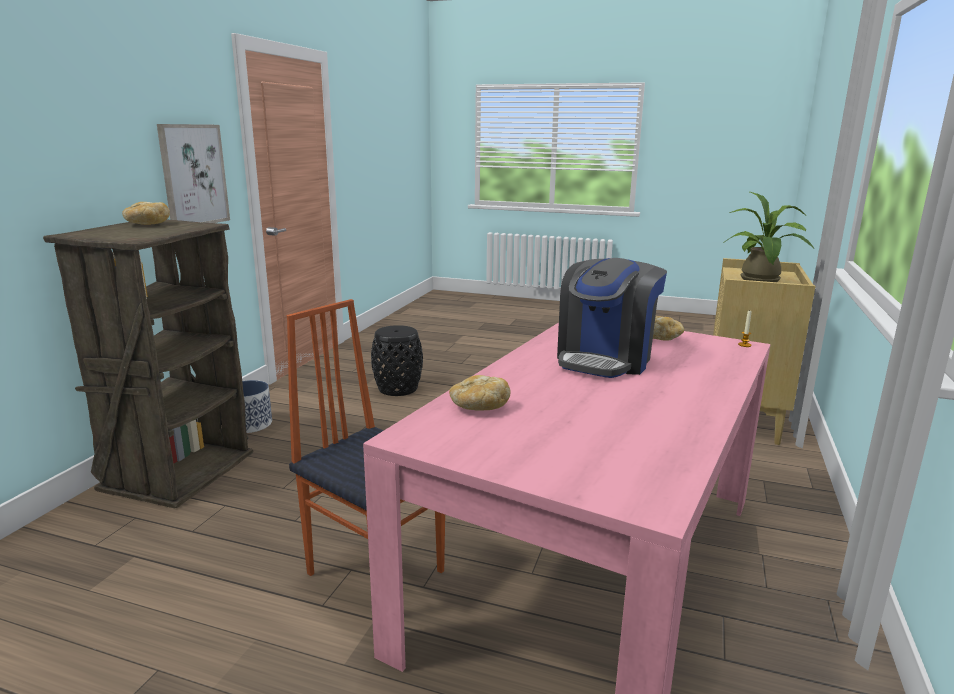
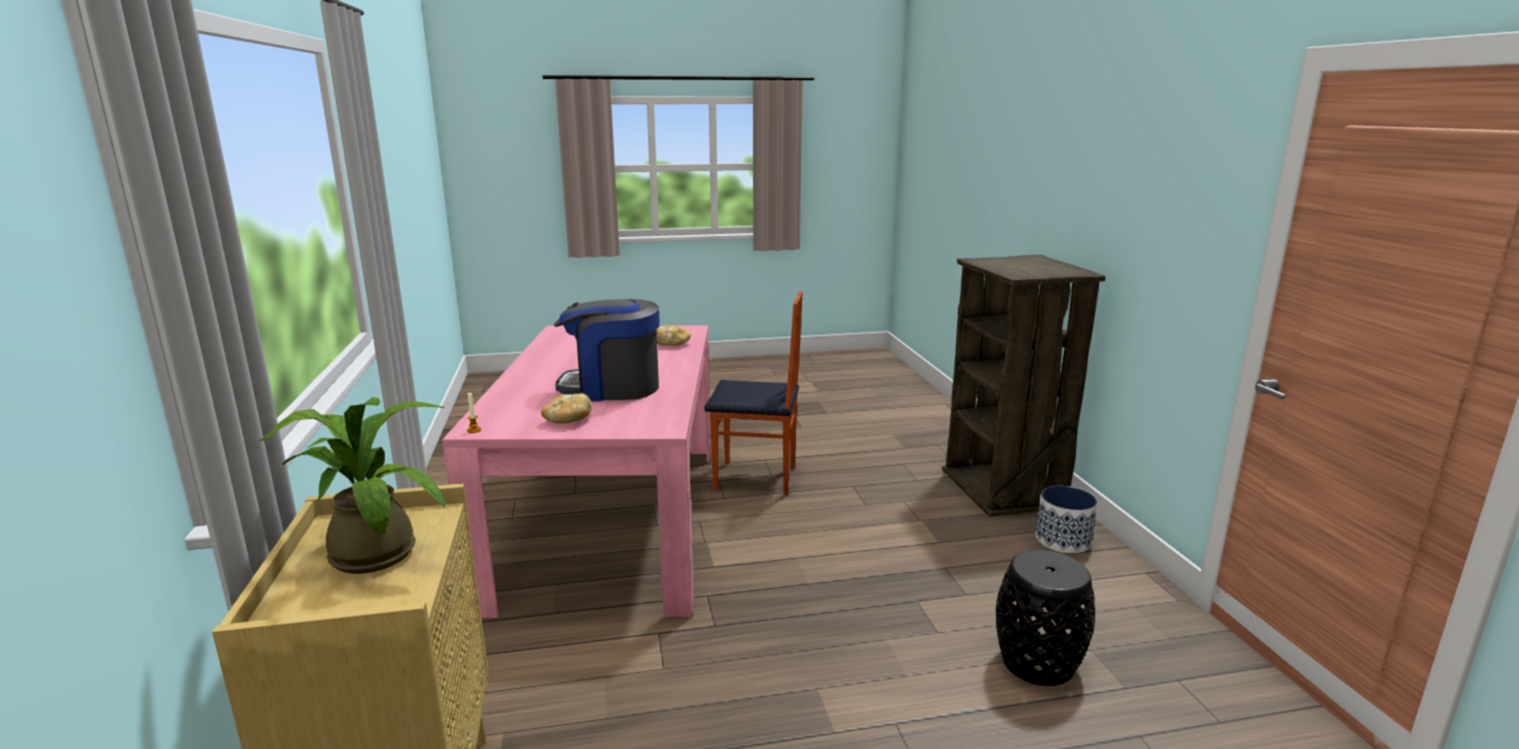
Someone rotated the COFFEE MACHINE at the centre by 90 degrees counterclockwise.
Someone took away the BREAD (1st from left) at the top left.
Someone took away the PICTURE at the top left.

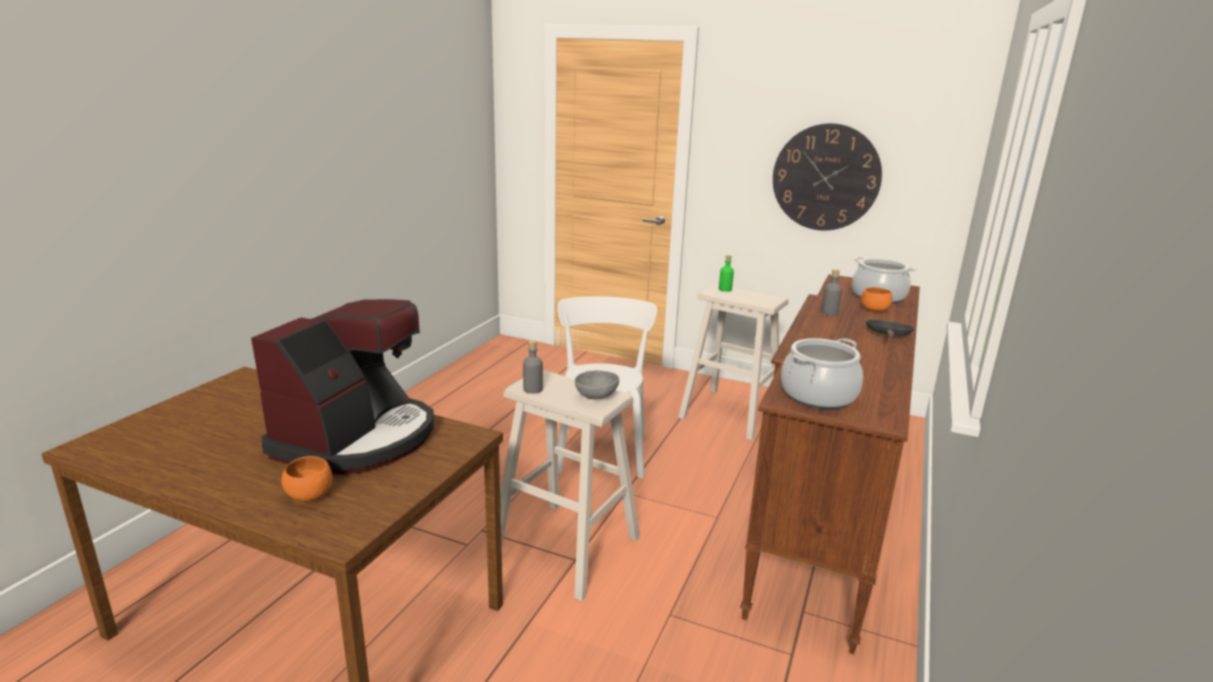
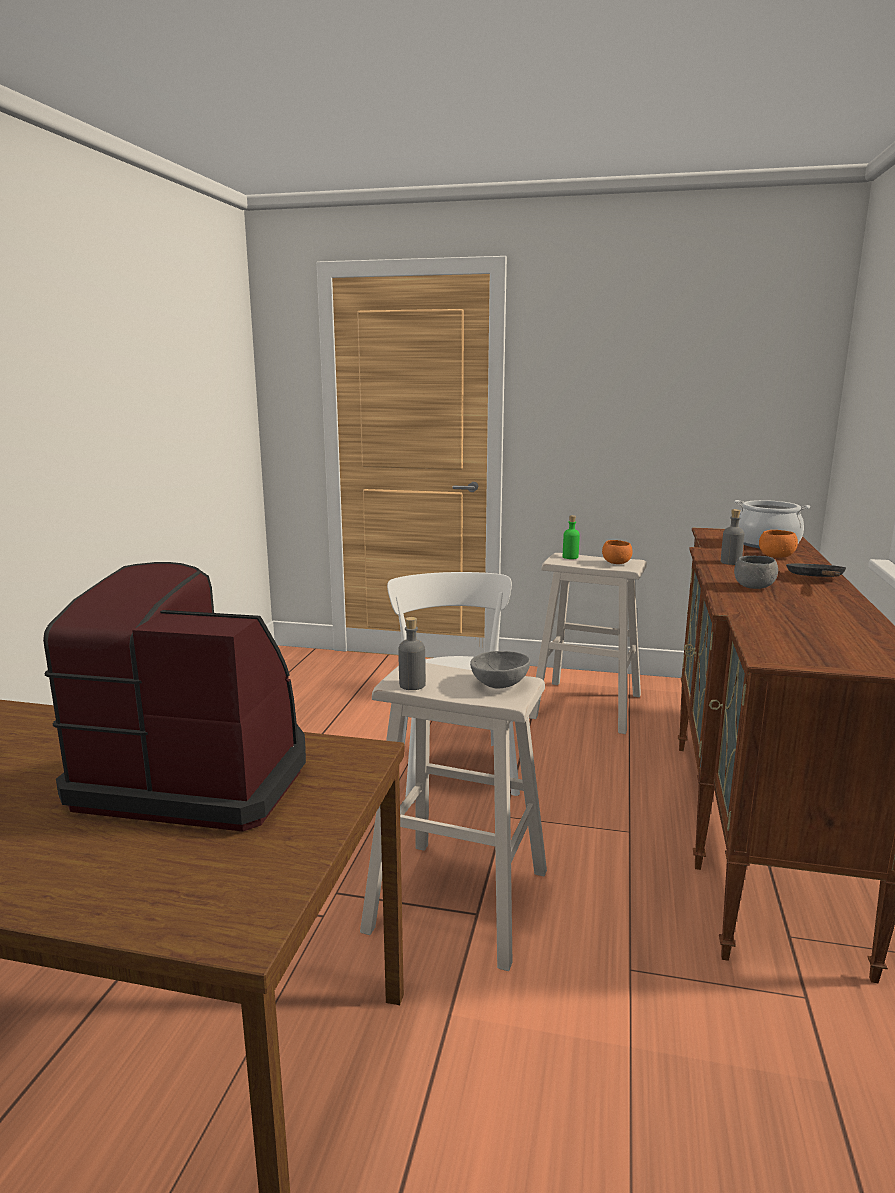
Someone rotated the COFFEE MACHINE at the middle left by 90 degrees counterclockwise.
Someone carried the ORANGE BOWL (1st from left) from the bottom left to the middle right.
Someone put down the GREY BOWL (2nd from left) at the middle right.
Someone took away the WALL CLOCK at the top right.
Someone took away the COOKING POT (1st from left) at the middle right.

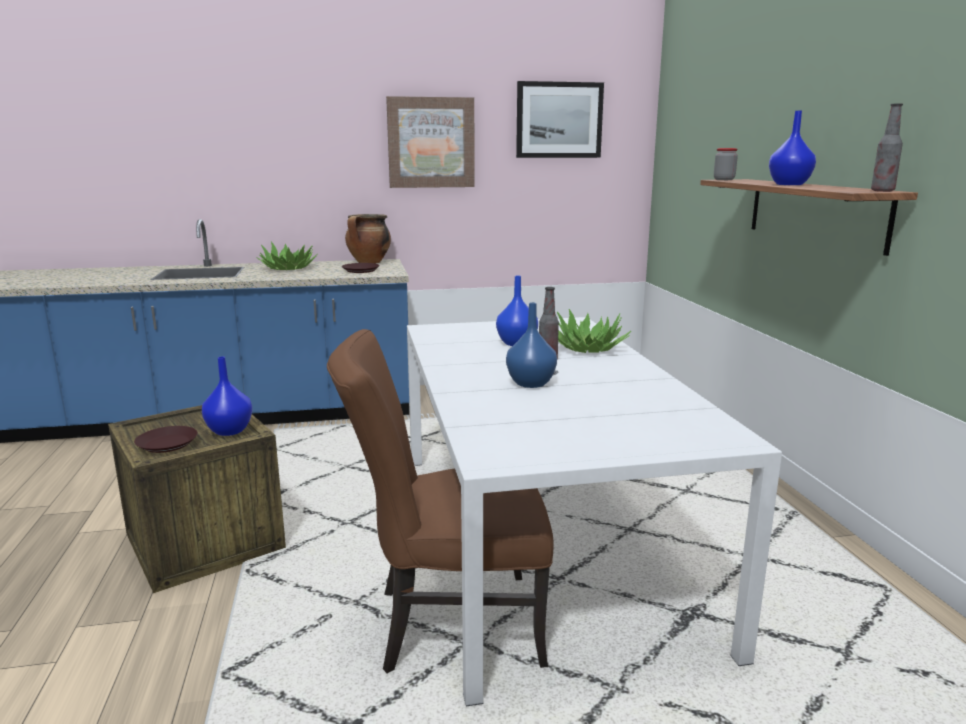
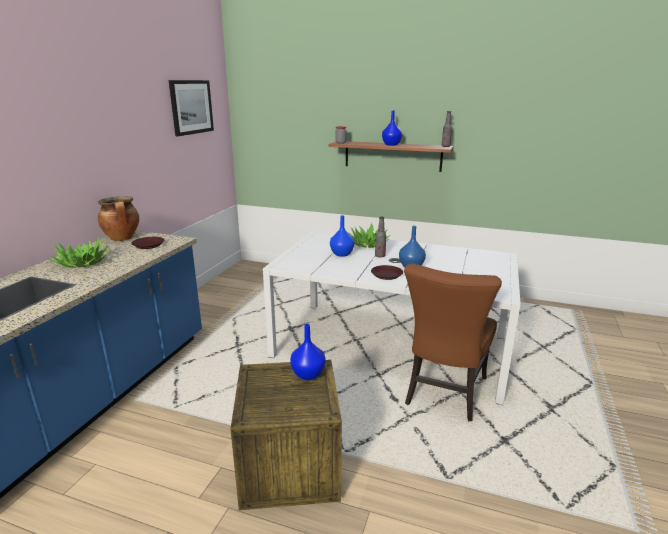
Someone carried the BROWN PLATE (1st from left in the first image) from the middle left to the centre.
Someone took away the PICTURE (1st from left) at the top centre.

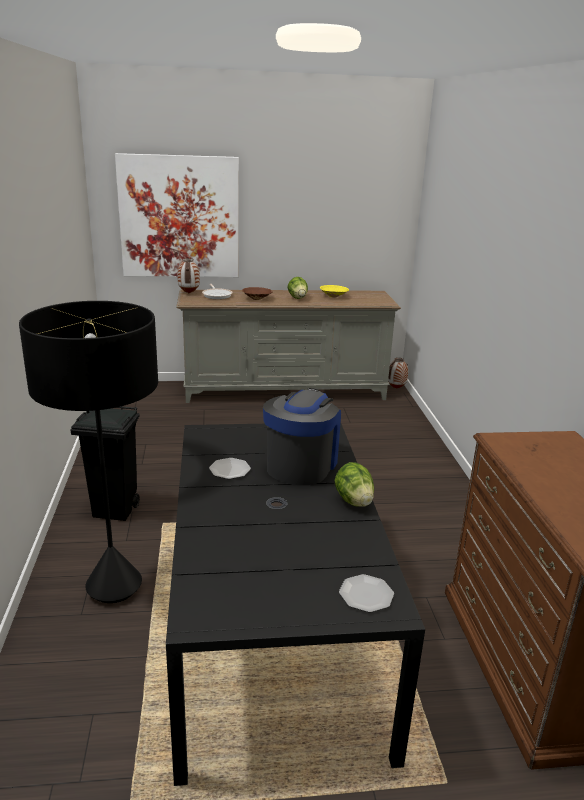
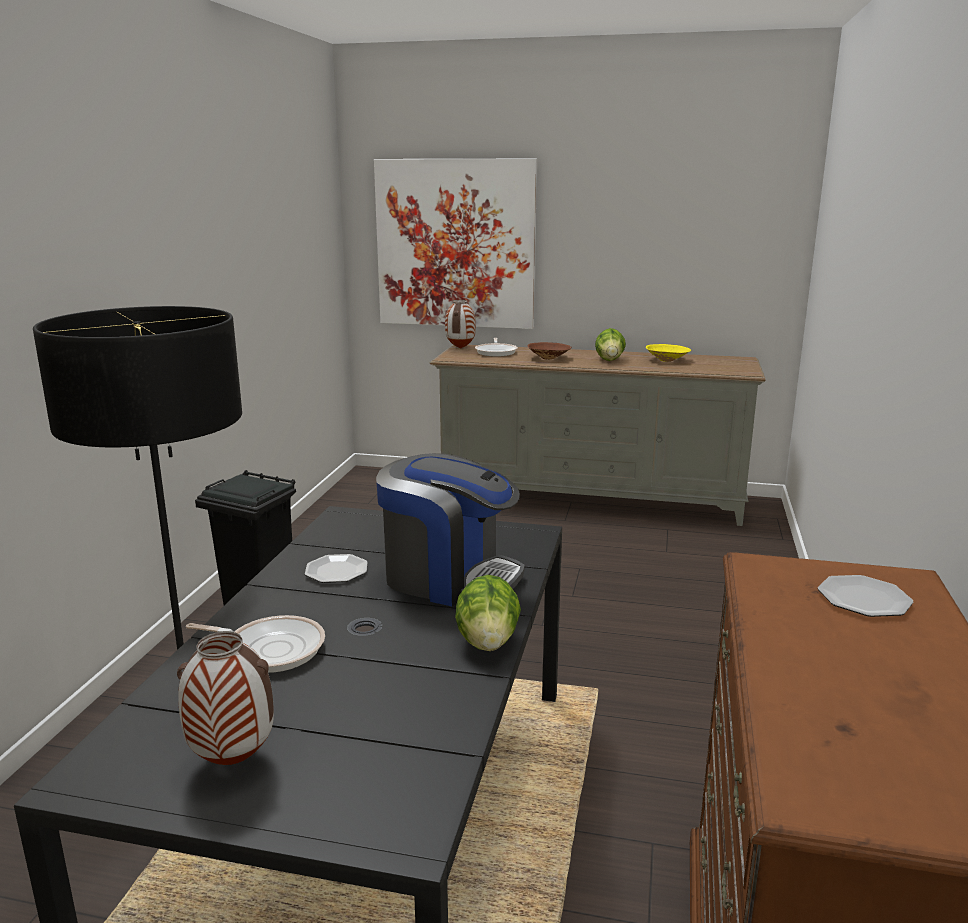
Someone carried the VASE (2nd from left in the first image) from the middle right to the bottom left.
Someone put down the FRYING PAN (1st from left) at the bottom left.
Someone rotated the COFFEE MACHINE at the centre by 75 degrees clockwise.
Someone carried the PLATE (2nd from left) from the bottom centre to the middle right.

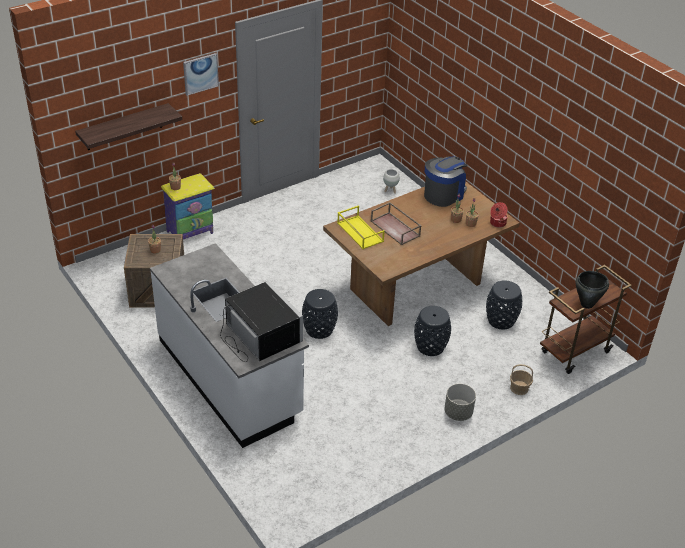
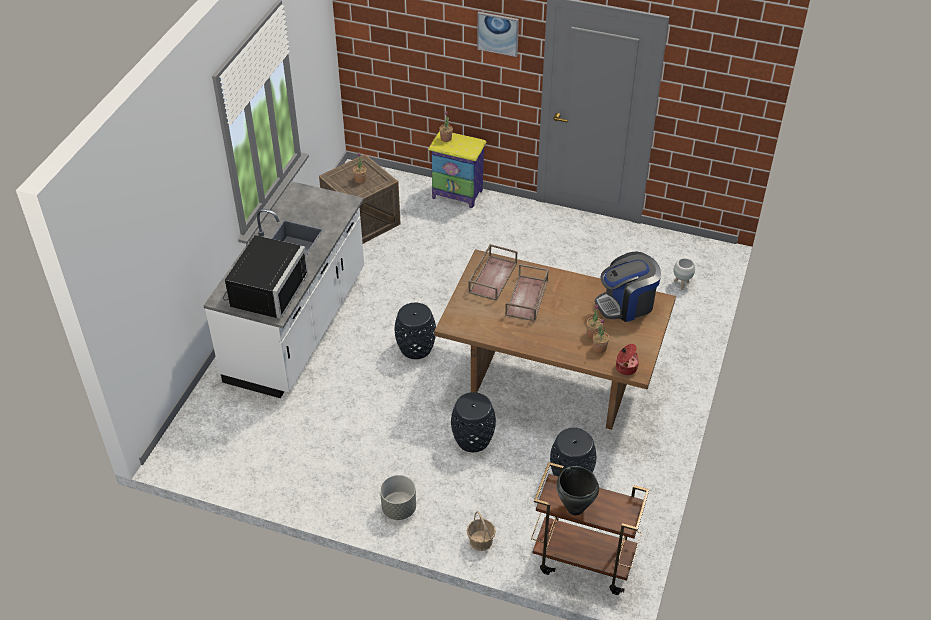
Someone repainted the YELLOW TRAY at the centre, which became the BROWN TRAY (1st from left) at the centre.
Someone rotated the COFFEE MACHINE at the top centre by 150 degrees clockwise.
Someone took away the SHELF at the top left.

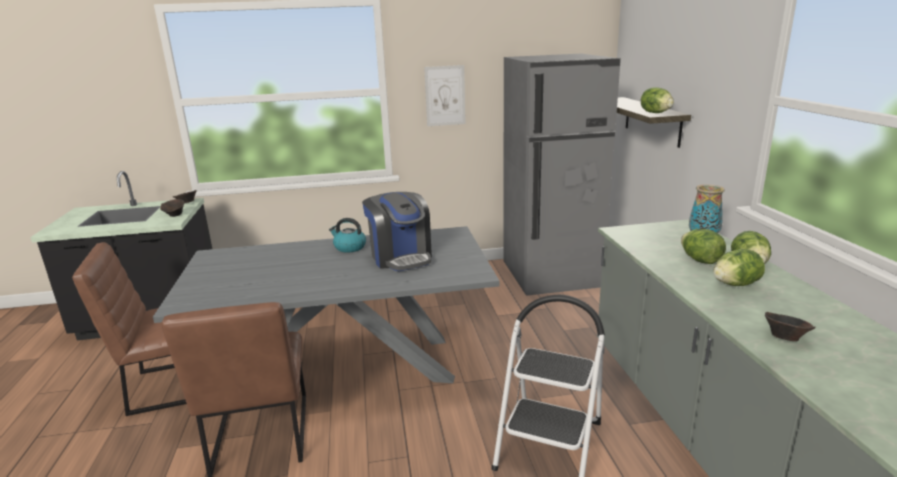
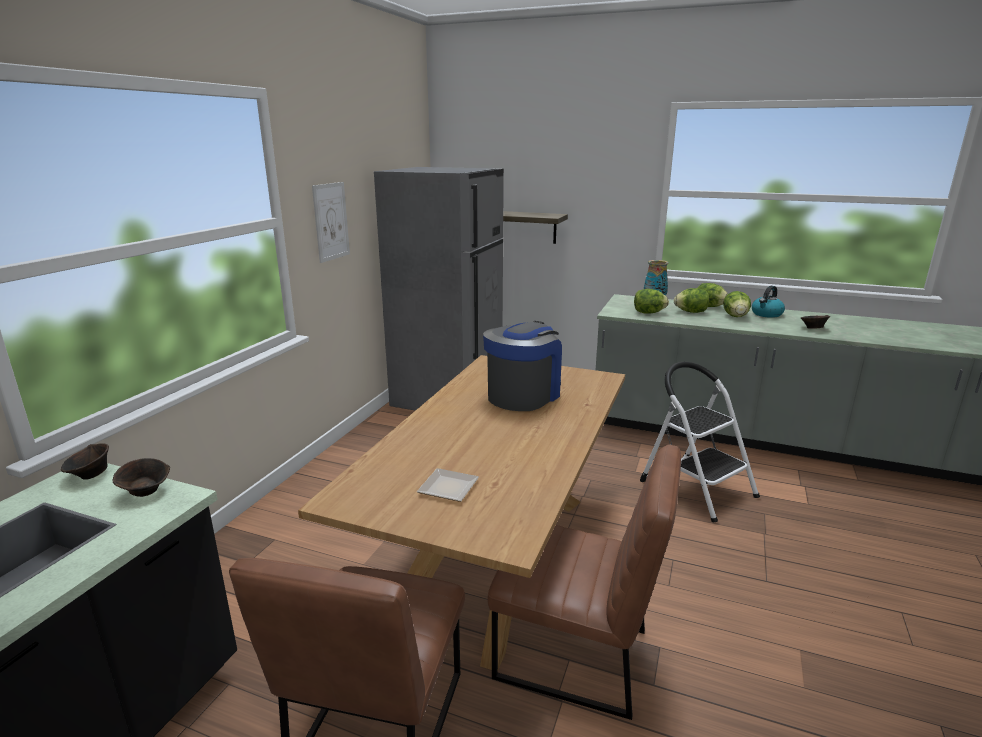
Someone repainted the GREY DINING TABLE at the centre, which became the BROWN DINING TABLE at the bottom centre.
Someone put down the PLATE at the centre.
Someone rotated the COFFEE MACHINE at the centre by 60 degrees counterclockwise.
Someone carried the LETTUCE (1st from left) from the top right to the centre.
Someone carried the KETTLE from the centre to the middle right.

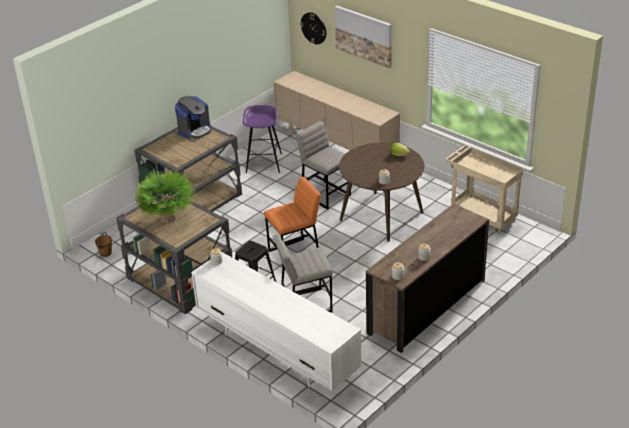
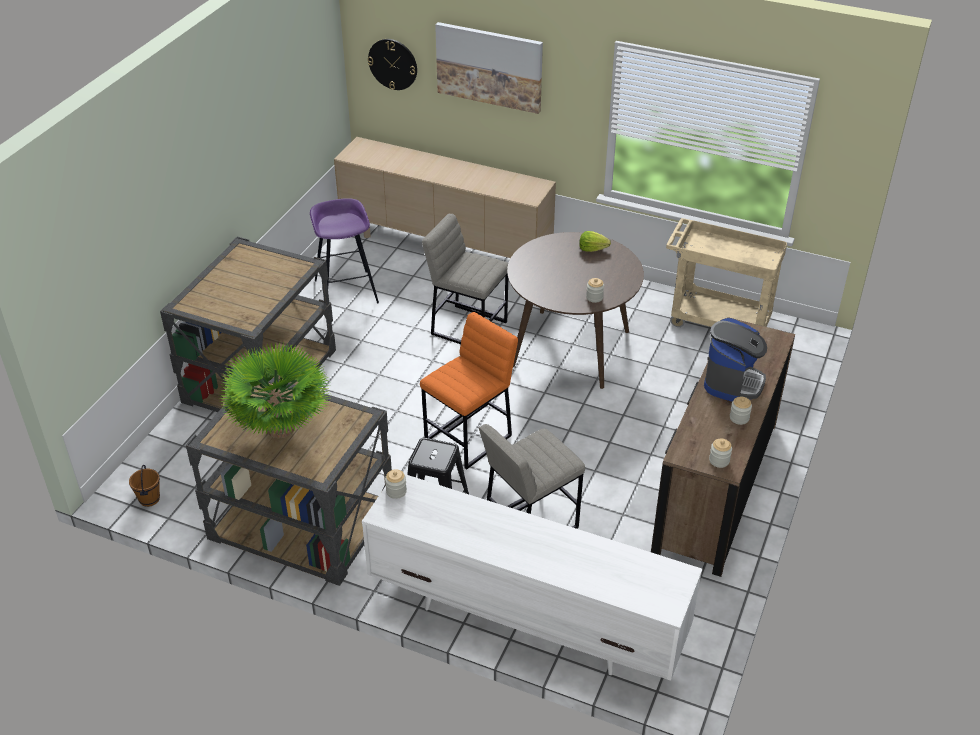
Someone carried the COFFEE MACHINE from the top left to the middle right.

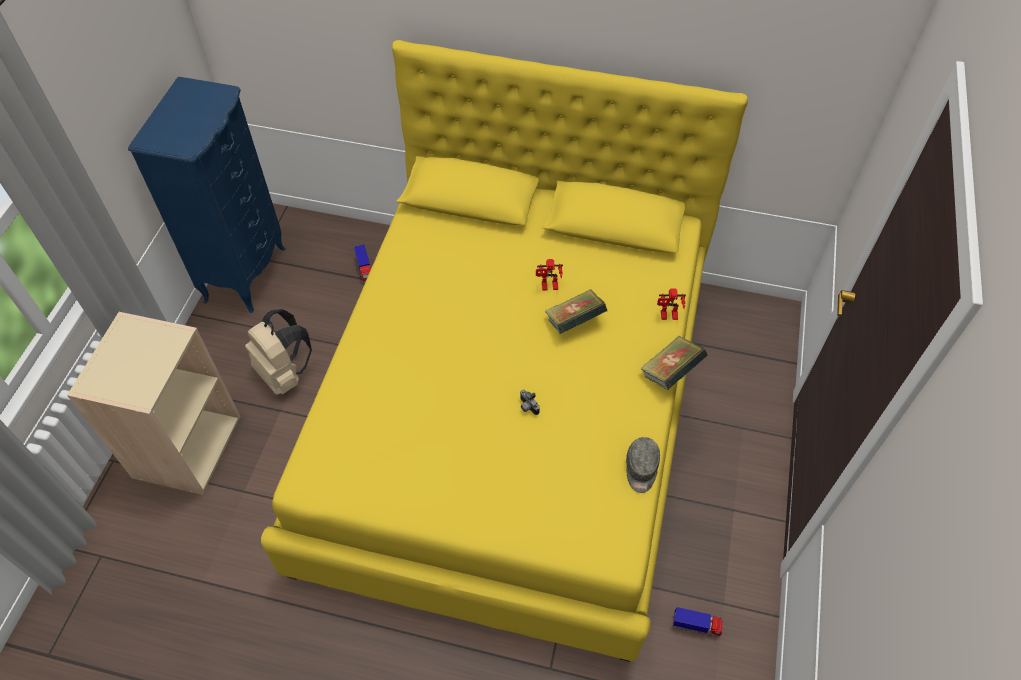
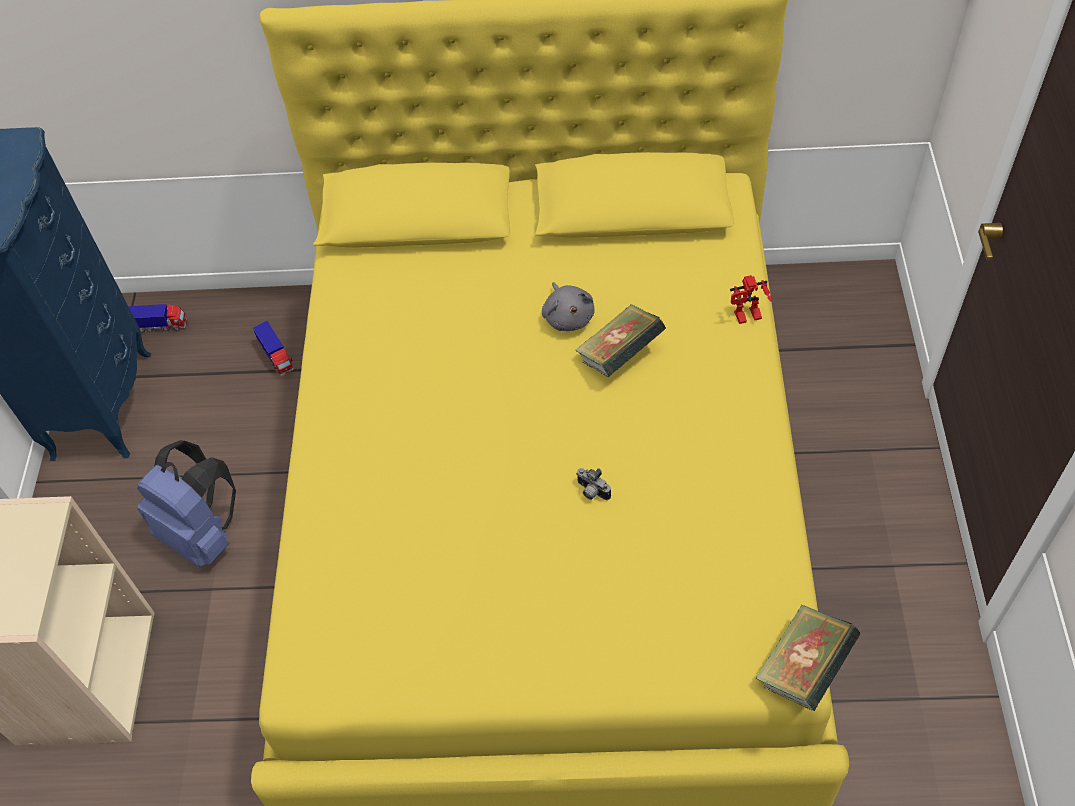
Someone carried the TOY TRUCK (2nd from left in the first image) from the bottom right to the middle left.
Someone repainted the BEIGE BACKPACK at the middle left, which became the BLUE BACKPACK at the middle left.
Someone swapped the TOY ROBOT (1st from left) at the centre for the GREY PLUSH TOY at the centre.
Someone carried the BOOK (2nd from left) from the centre to the bottom right.
Someone took away the GREY CAP at the bottom centre.

